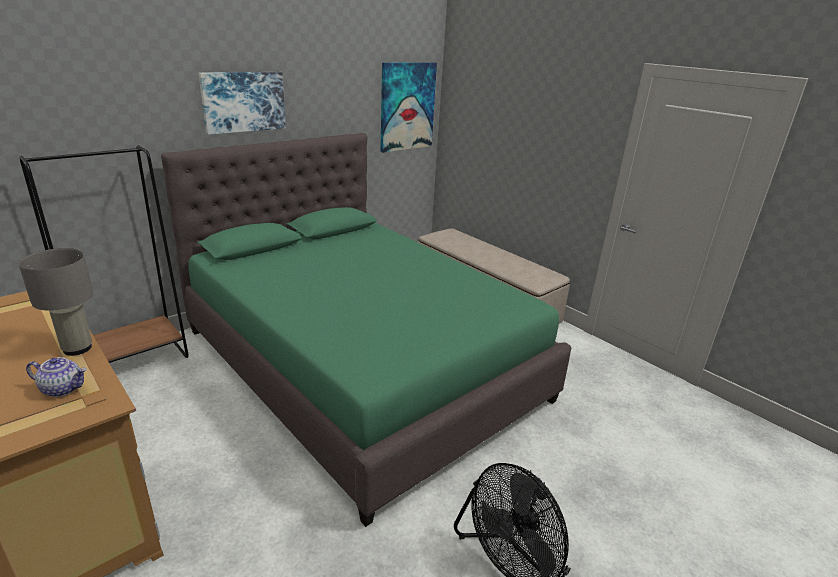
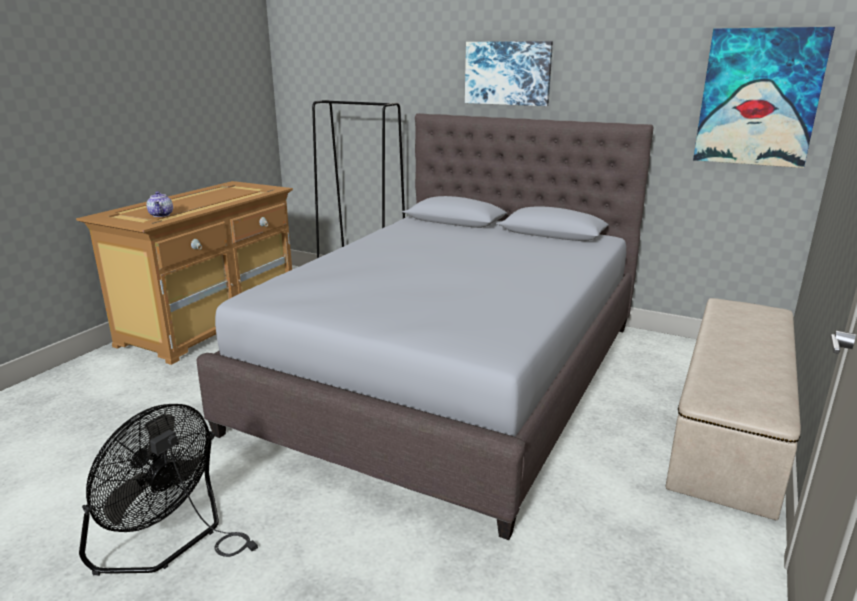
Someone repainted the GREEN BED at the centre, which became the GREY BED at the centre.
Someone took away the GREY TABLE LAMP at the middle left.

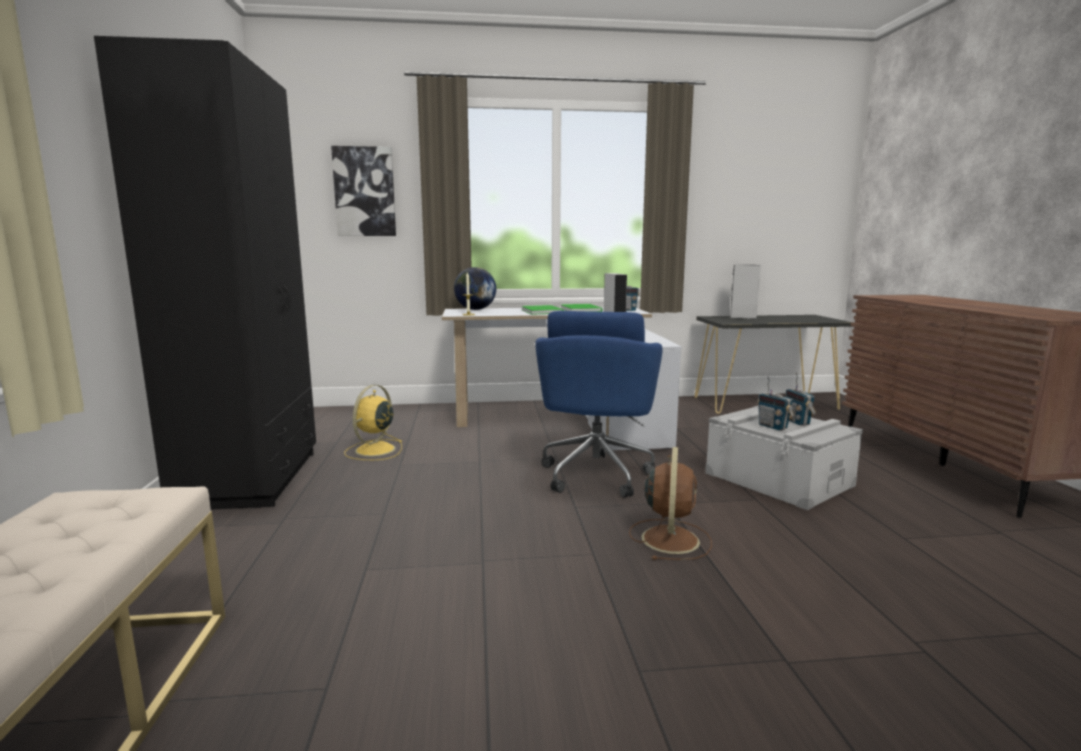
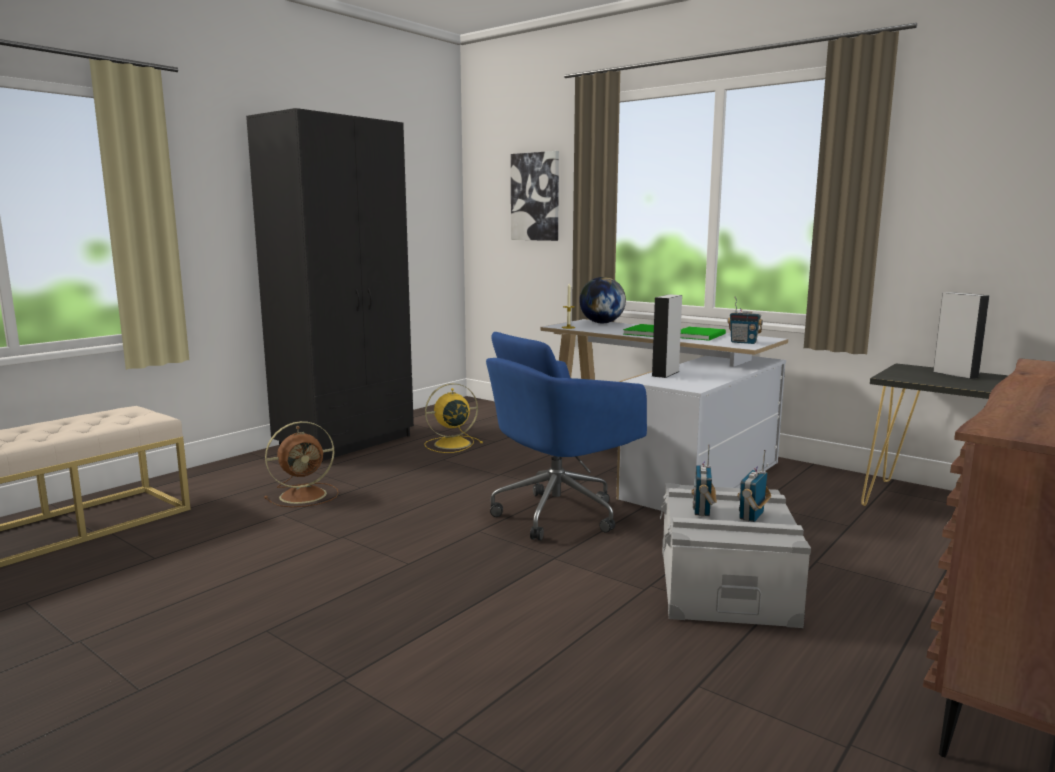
Someone carried the BROWN FAN from the bottom centre to the middle left.

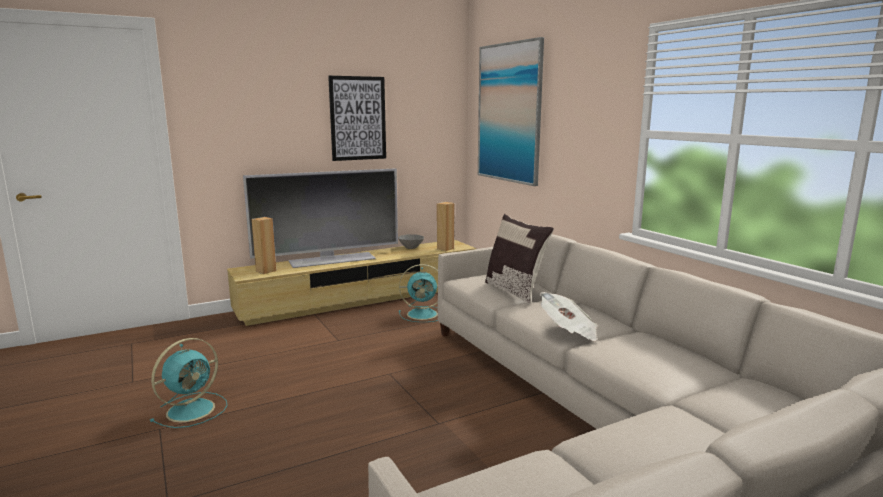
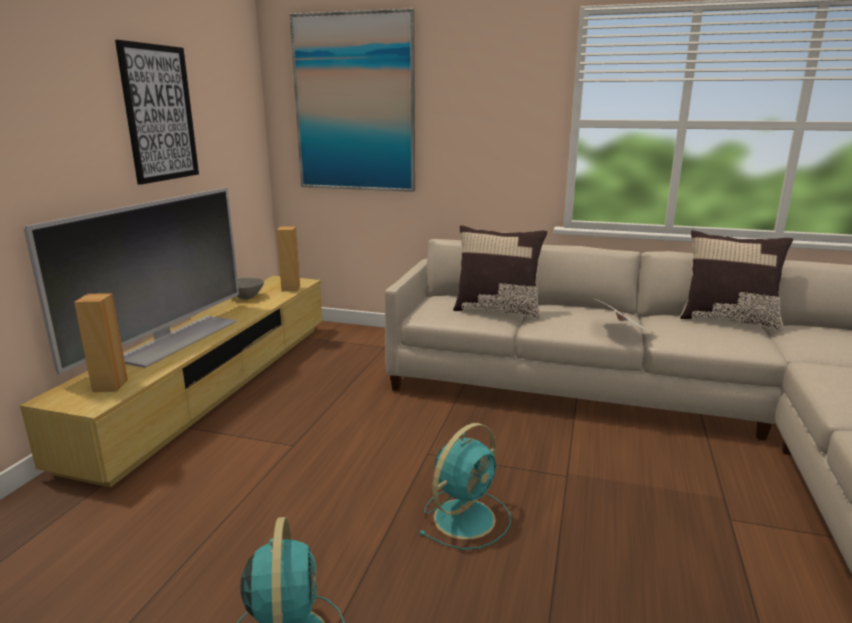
Someone carried the TURQUOISE FAN (2nd from left) from the centre to the bottom centre.
Someone put down the PILLOW (2nd from left) at the middle right.

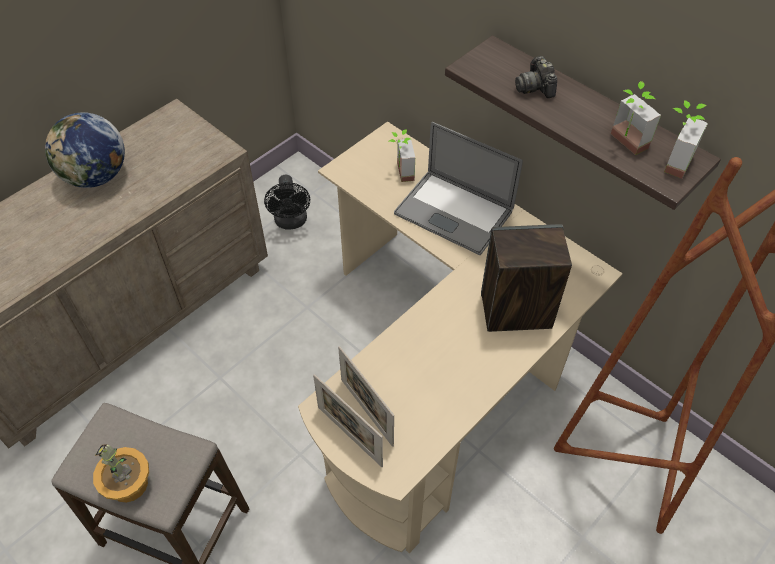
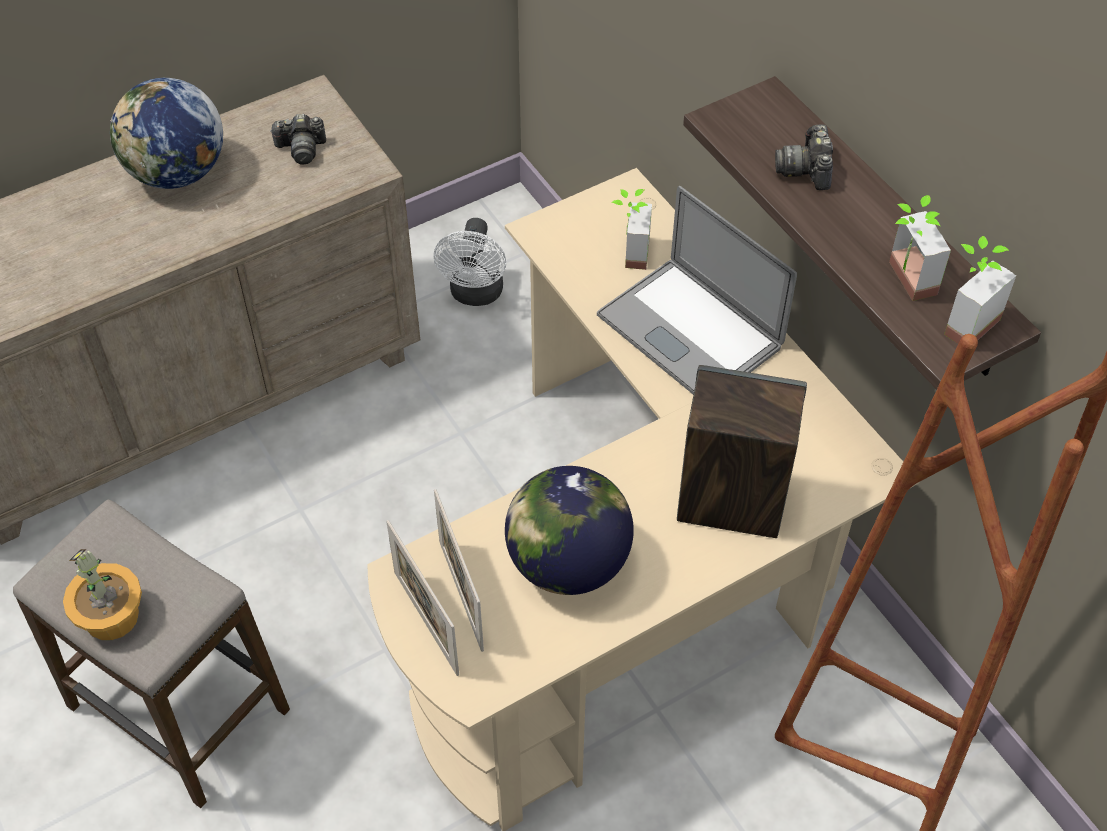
Someone put down the PHOTO CAMERA (1st from left) at the top left.
Someone repainted the BLACK FAN at the centre, which became the WHITE FAN at the top centre.
Someone put down the GLOBE (2nd from left) at the centre.

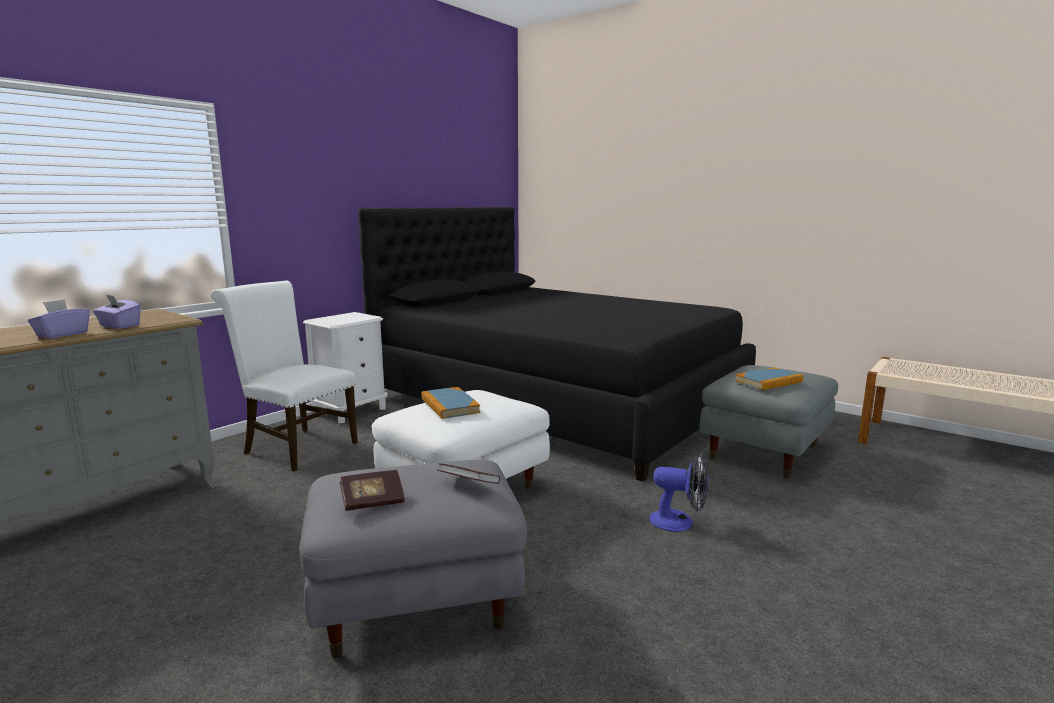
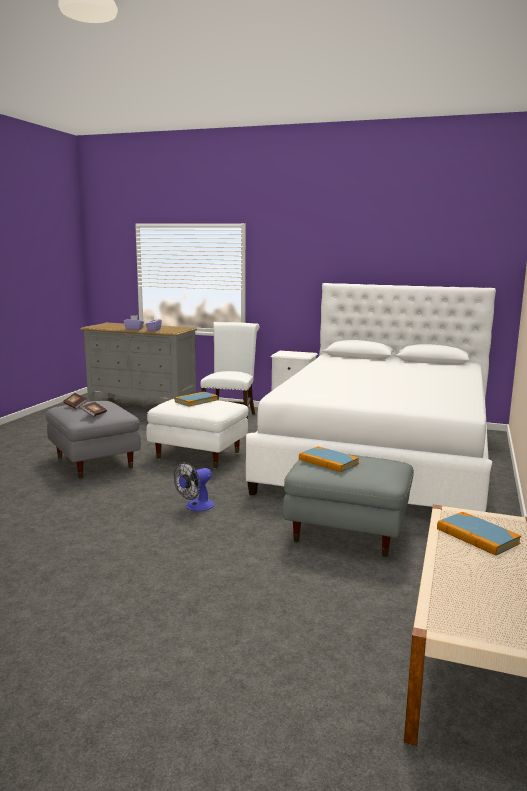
Someone rotated the FAN at the bottom centre by 45 degrees clockwise.
Someone repainted the BLACK BED at the centre, which became the WHITE BED at the middle right.
Someone put down the BOOK (5th from left) at the bottom right.

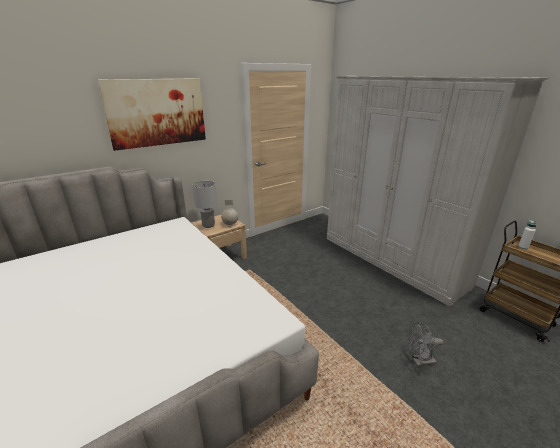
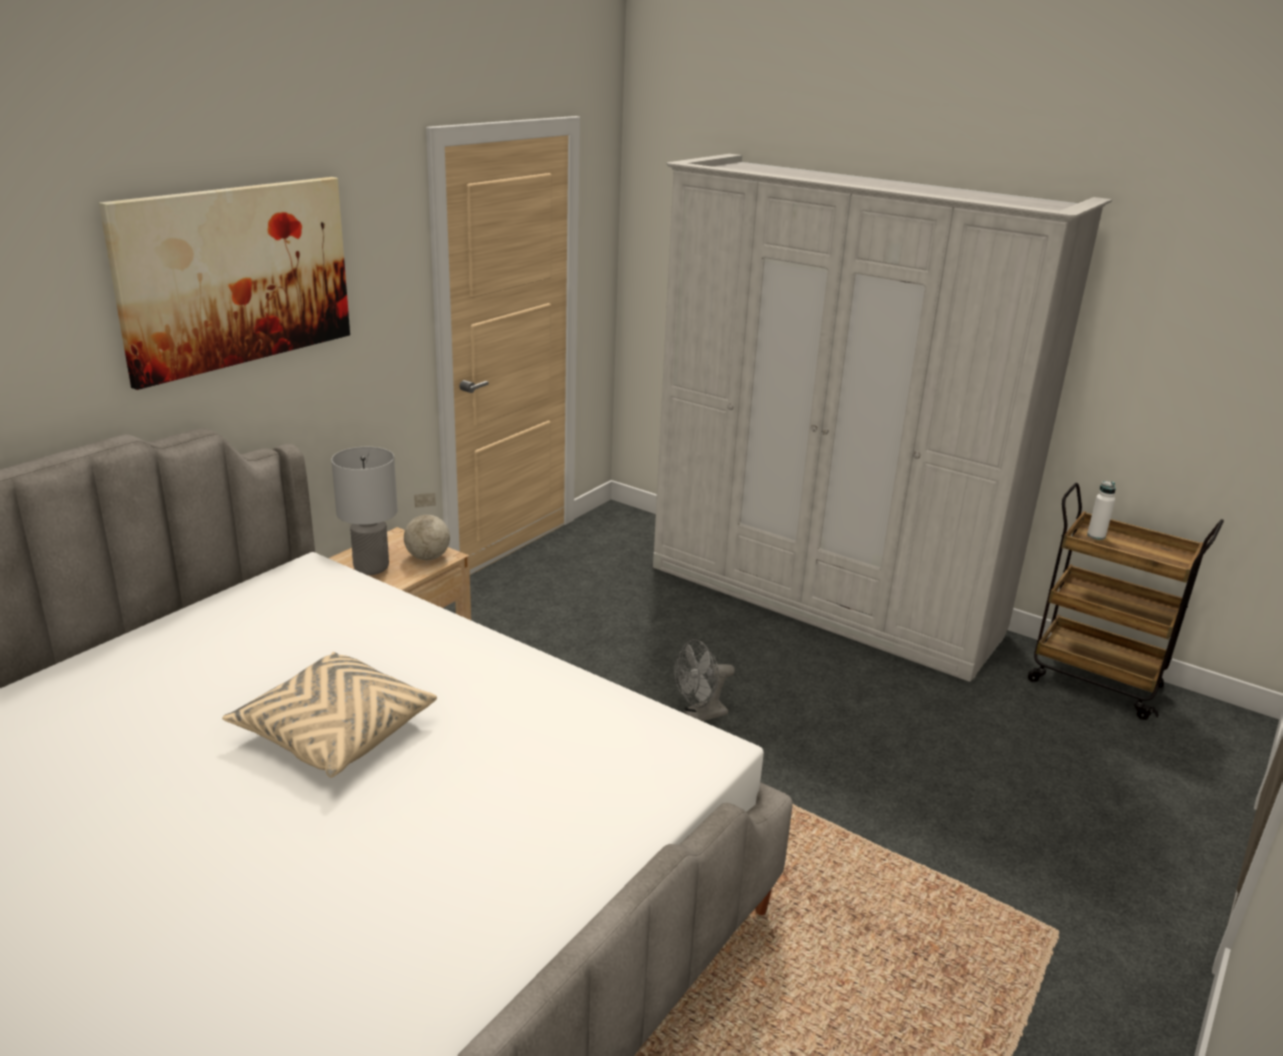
Someone put down the BEIGE PILLOW at the bottom left.
Someone carried the GREY FAN from the bottom right to the centre.

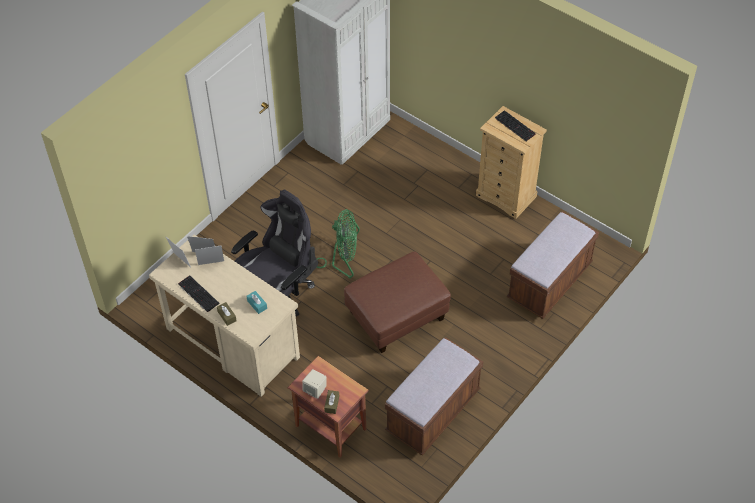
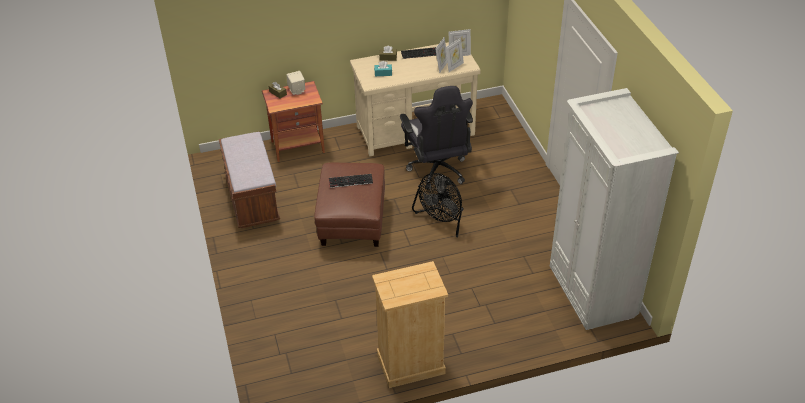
Someone carried the KEYBOARD (2nd from left in the first image) from the top right to the centre.
Someone repainted the GREEN FAN at the centre, which became the BLACK FAN at the centre.
Someone took away the BROWN BENCH (2nd from left) at the middle right.

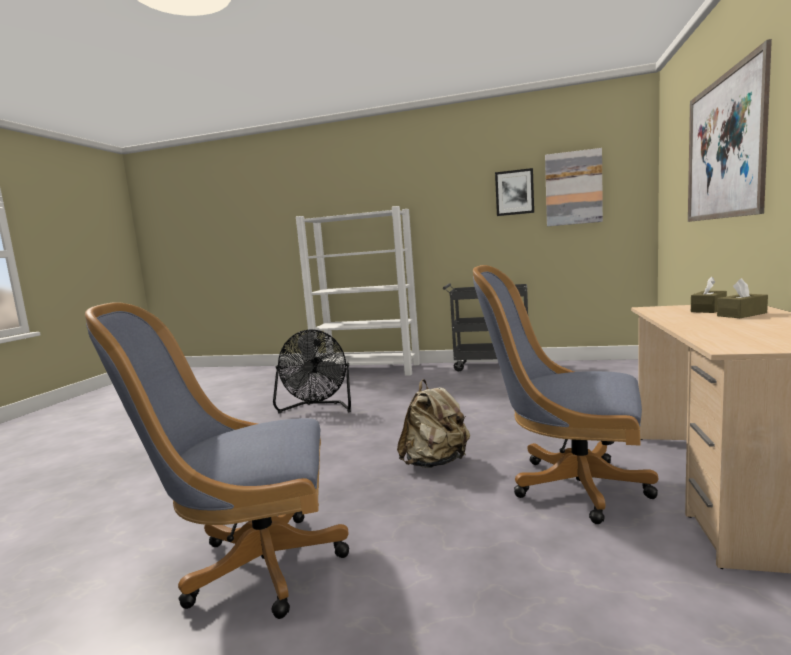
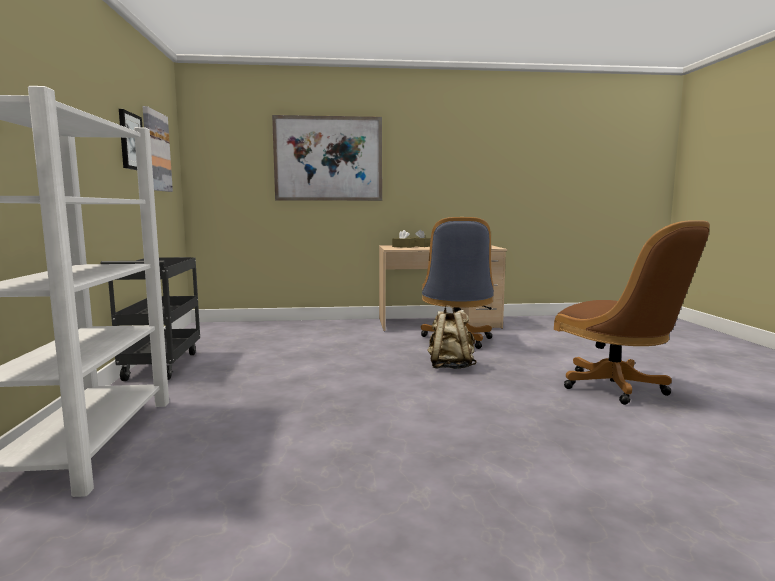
Someone repainted the BLUE OFFICE CHAIR (1st from left) at the bottom left, which became the BROWN OFFICE CHAIR at the middle right.
Someone took away the BLACK FAN at the centre.

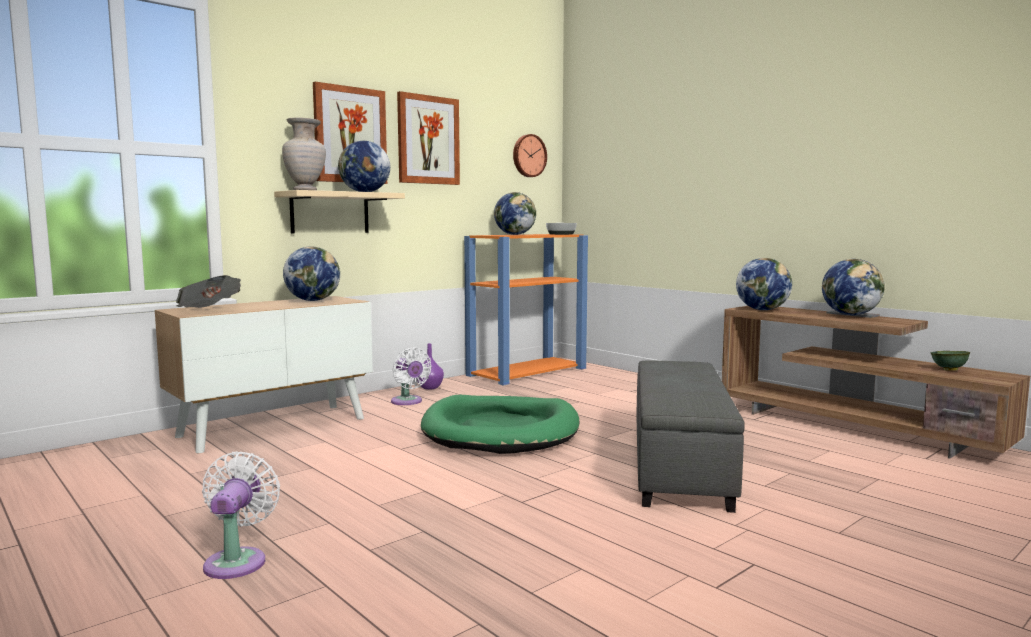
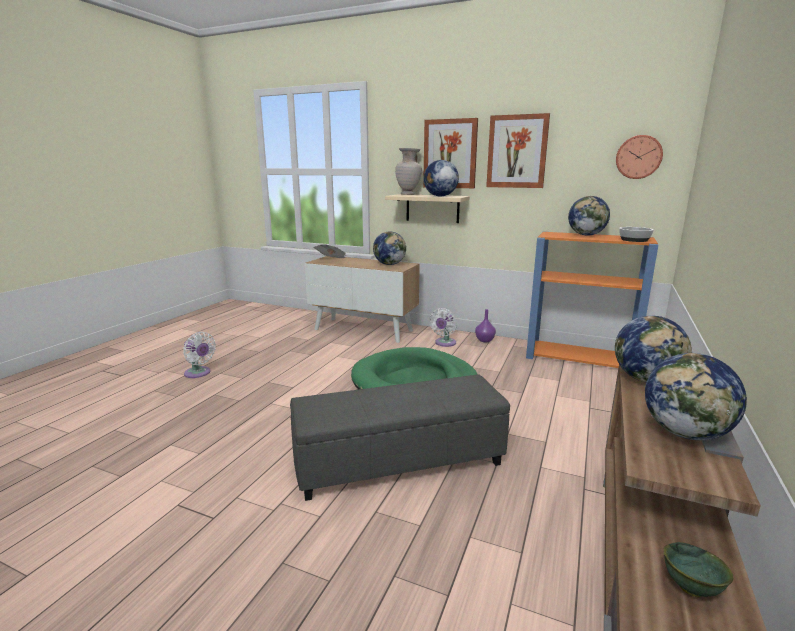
Someone rotated the WHITE FAN (1st from left) at the bottom left by 60 degrees clockwise.

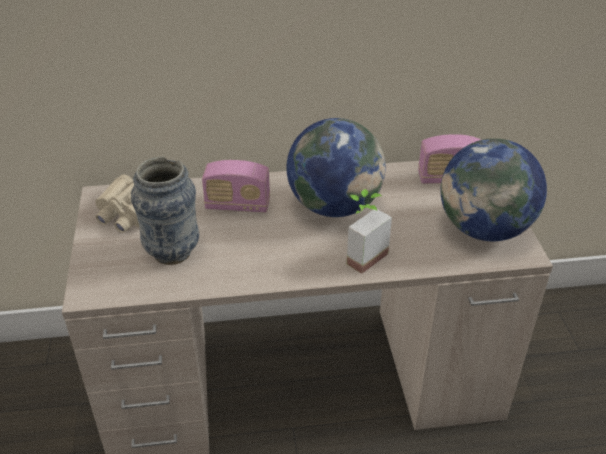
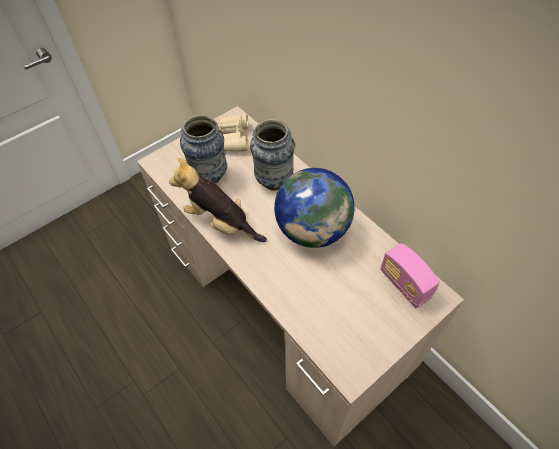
Someone put down the PLUSH TOY at the centre.
Someone swapped the RADIO (1st from left) at the centre for the VASE (2nd from left) at the centre.
Someone took away the POTTED PLANT at the centre.
Someone took away the GLOBE (2nd from left) at the middle right.

